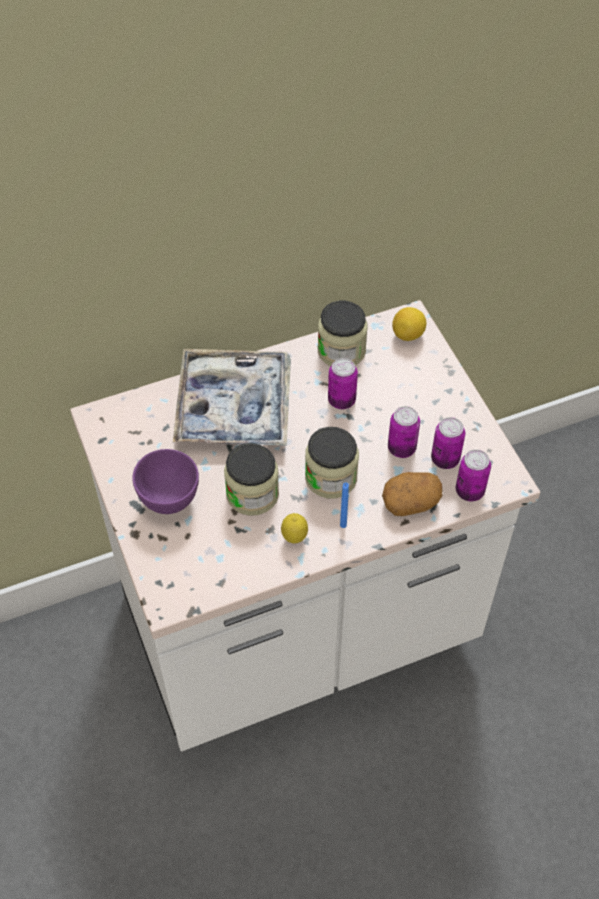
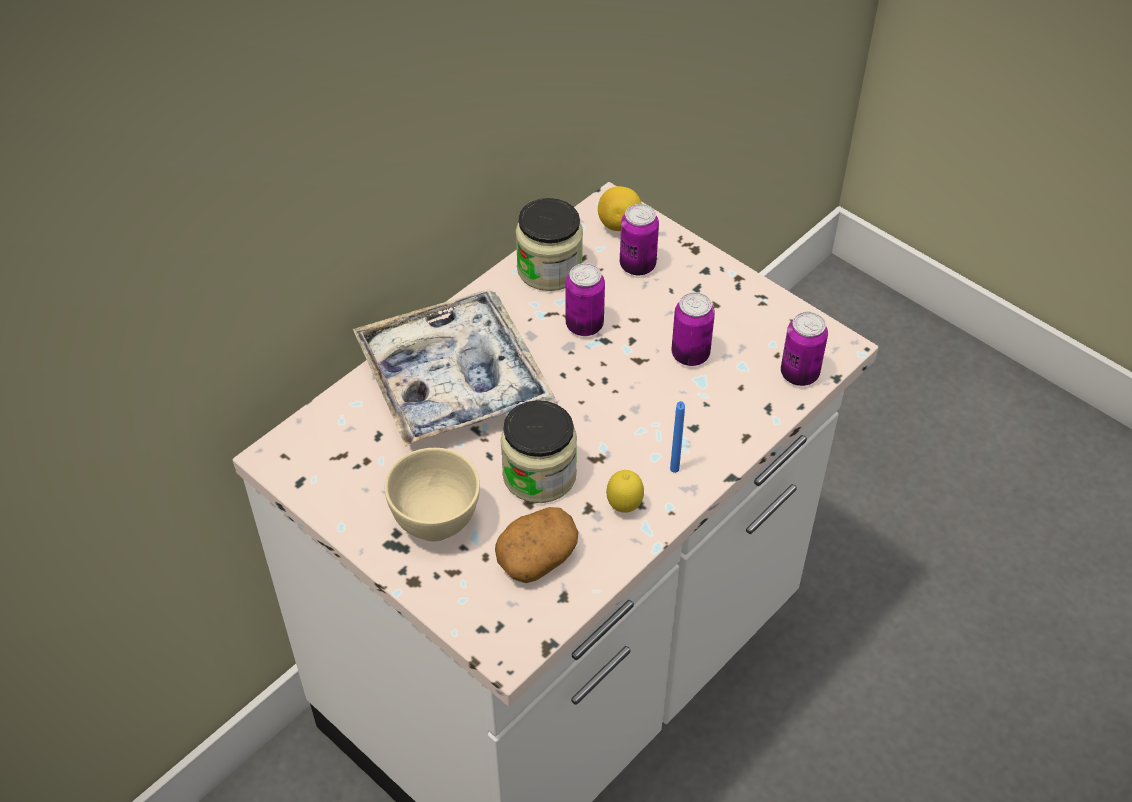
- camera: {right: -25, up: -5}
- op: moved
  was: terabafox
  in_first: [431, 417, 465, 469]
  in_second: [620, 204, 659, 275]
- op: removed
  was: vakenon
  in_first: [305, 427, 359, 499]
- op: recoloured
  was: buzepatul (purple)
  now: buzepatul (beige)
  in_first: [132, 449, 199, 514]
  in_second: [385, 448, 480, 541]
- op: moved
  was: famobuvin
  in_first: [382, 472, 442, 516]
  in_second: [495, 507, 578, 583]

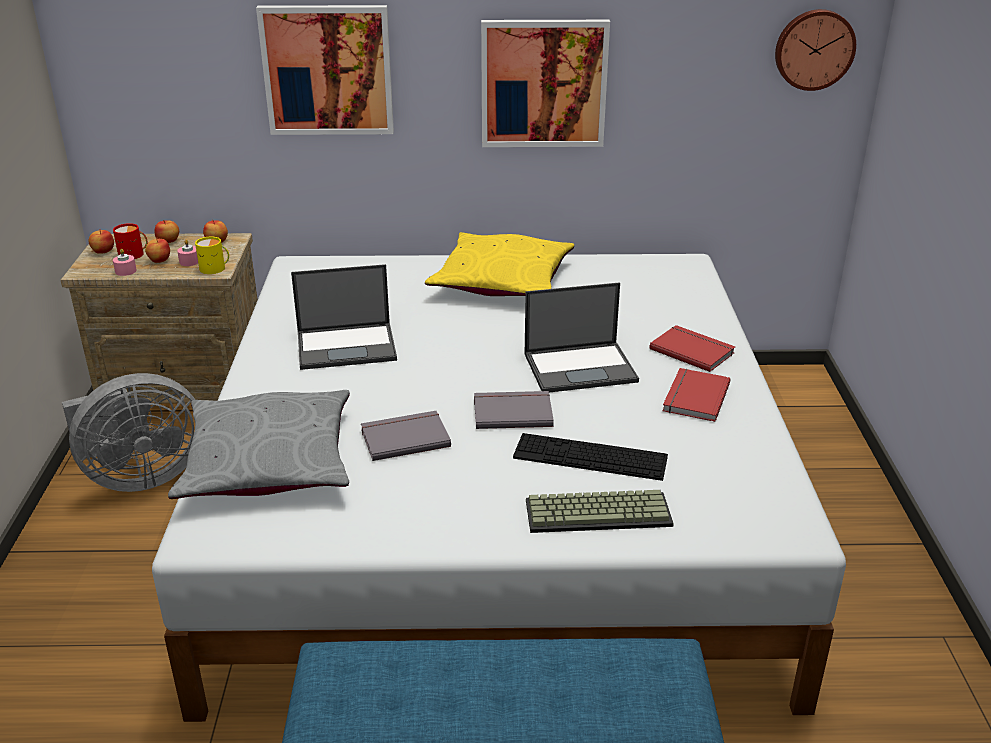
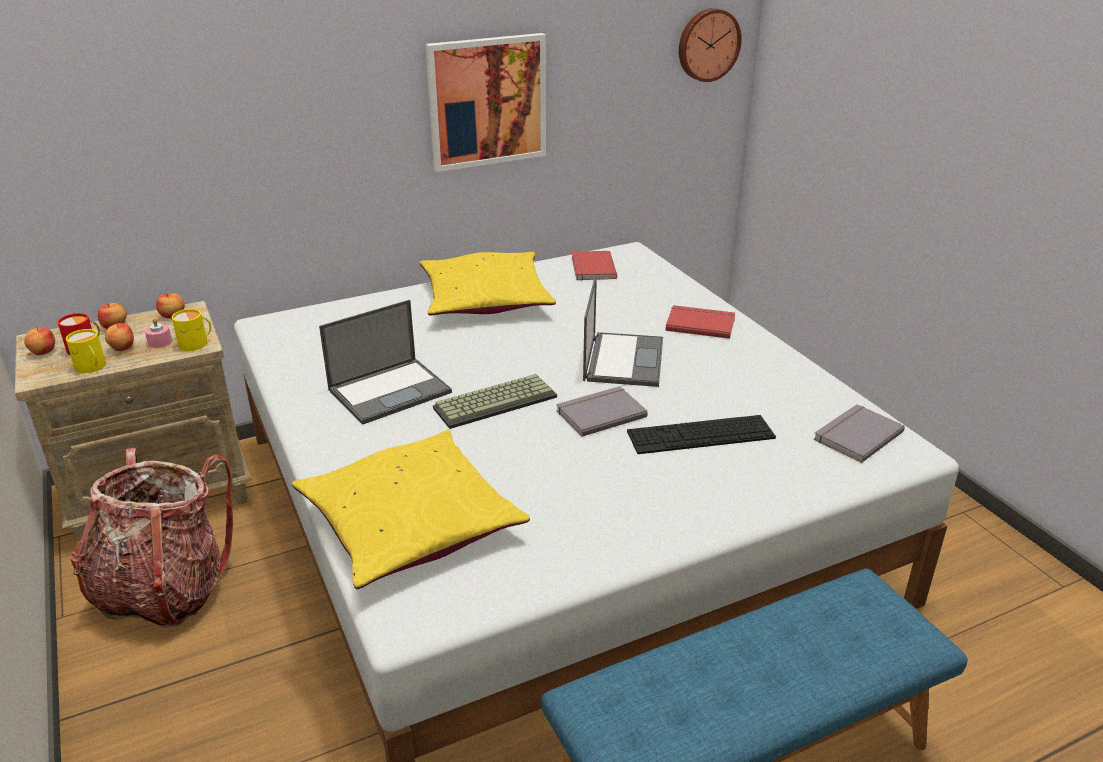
- camera: {right: -25, up: 0}
- op: removed
  was: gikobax
  in_first: [256, 5, 394, 135]
- op: replaced
  was: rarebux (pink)
  now: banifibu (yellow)
  in_first: [113, 249, 137, 276]
  in_second: [66, 329, 106, 373]
- op: turned
  was: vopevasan
  in_first: [525, 282, 639, 393]
  in_second: [583, 276, 663, 387]
  clockwise: -45
- op: moved
  was: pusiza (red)
  in_first: [662, 368, 731, 422]
  in_second: [572, 251, 617, 281]
- op: replaced
  was: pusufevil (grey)
  now: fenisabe
  in_first: [62, 373, 195, 492]
  in_second: [71, 448, 233, 628]
- op: recoloured
  was: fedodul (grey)
  now: fedodul (yellow)
  in_first: [168, 390, 350, 499]
  in_second: [292, 430, 530, 589]
- op: moved
  was: pusiza (grey)
  in_first: [361, 411, 451, 461]
  in_second: [814, 404, 905, 463]
- op: moved
  was: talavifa
  in_first: [526, 490, 674, 533]
  in_second: [433, 374, 557, 429]

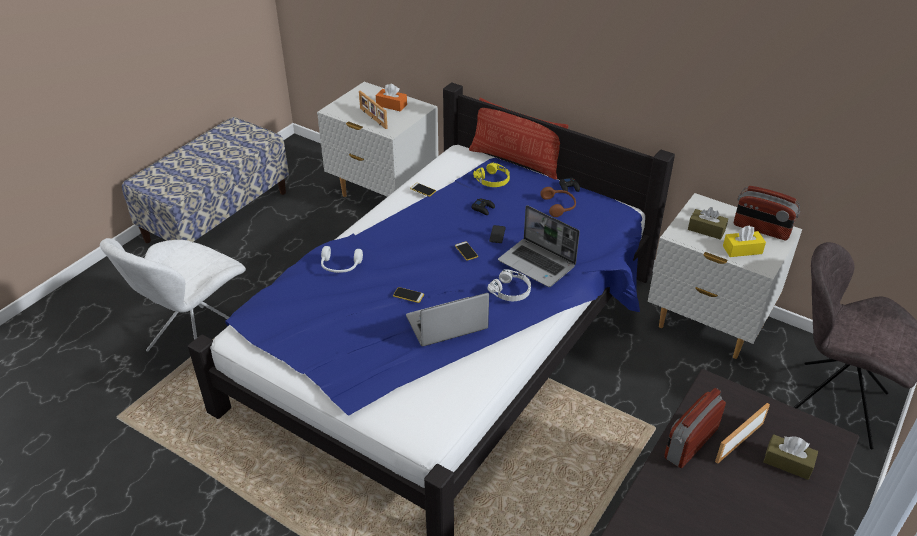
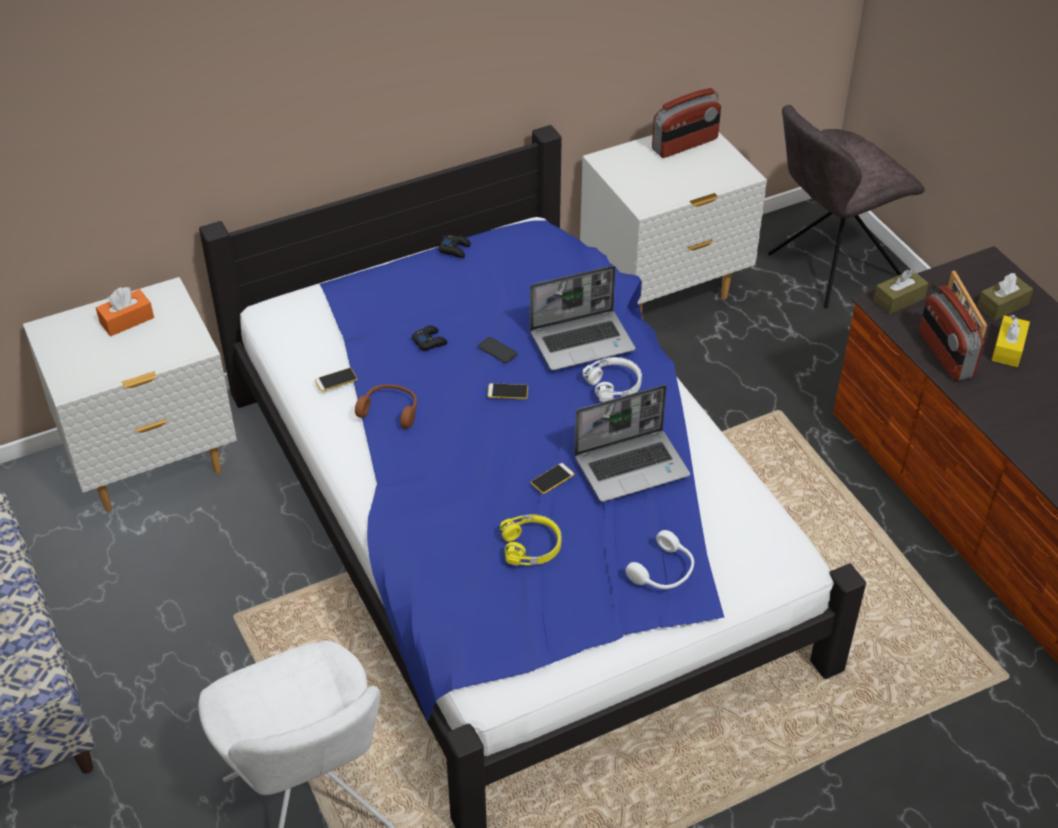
- camera: {right: -60, up: 5}
- op: removed
  was: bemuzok
  in_first: [359, 91, 388, 129]
- op: removed
  was: fedodul
  in_first: [469, 98, 568, 180]
- op: moved
  was: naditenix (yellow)
  in_first: [473, 162, 510, 187]
  in_second: [500, 514, 561, 566]
- op: moved
  was: naditenix (brown)
  in_first: [540, 187, 576, 217]
  in_second: [355, 384, 417, 428]
- op: moved
  was: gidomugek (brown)
  in_first: [688, 207, 728, 240]
  in_second: [873, 269, 929, 314]
- op: moved
  was: gidomugek (yellow)
  in_first: [723, 225, 766, 257]
  in_second: [992, 315, 1030, 367]
- op: moved
  was: naditenix (white)
  in_first: [321, 246, 363, 273]
  in_second: [626, 530, 694, 589]
- op: turned
  was: vopevasan
  in_first: [406, 293, 489, 346]
  in_second: [574, 385, 690, 502]
  clockwise: -120

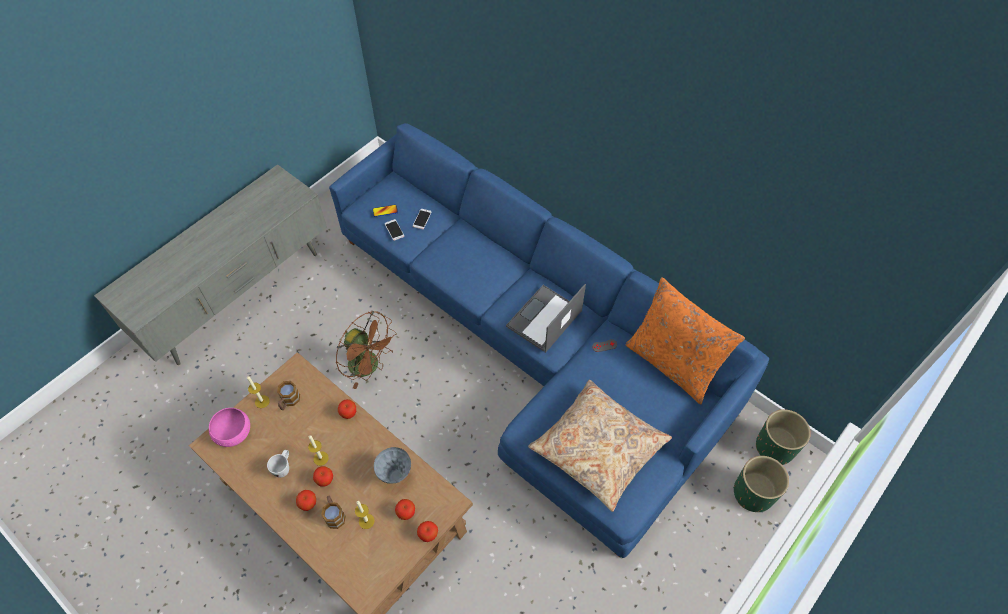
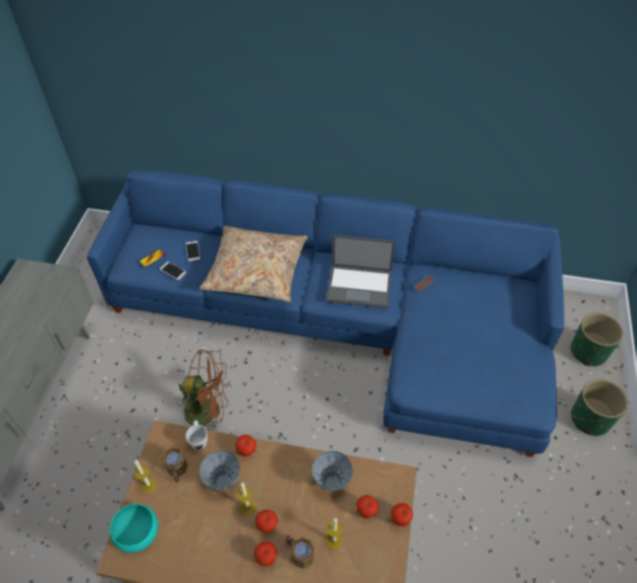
- camera: {right: -30, up: -5}
- op: removed
  was: fedodul (orange)
  in_first: [626, 277, 745, 405]
- op: turned
  was: vopevasan
  in_first: [506, 284, 586, 353]
  in_second: [326, 235, 396, 308]
  clockwise: -90
- op: moved
  was: fedodul (beige)
  in_first: [528, 380, 672, 512]
  in_second: [199, 226, 308, 302]
- op: recoloured
  was: buzepatul (pink)
  now: buzepatul (turquoise)
  in_first: [209, 408, 250, 447]
  in_second: [110, 504, 158, 553]
- op: moved
  was: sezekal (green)
  in_first: [756, 409, 811, 465]
  in_second: [571, 379, 628, 436]
- op: moved
  was: banifibu (white)
  in_first: [267, 450, 289, 478]
  in_second: [186, 420, 208, 450]
- op: added
  now: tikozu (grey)
  in_second: [199, 450, 240, 490]

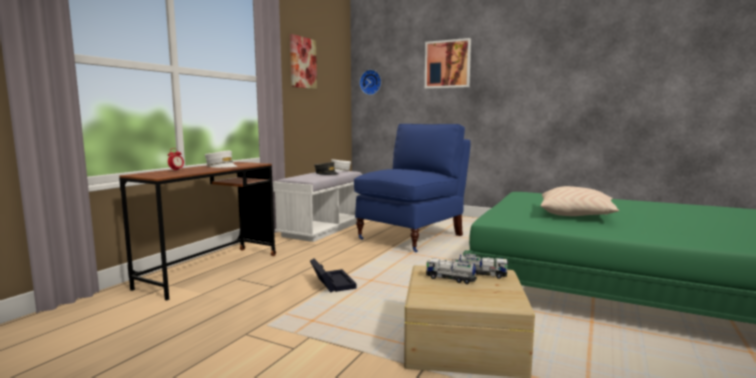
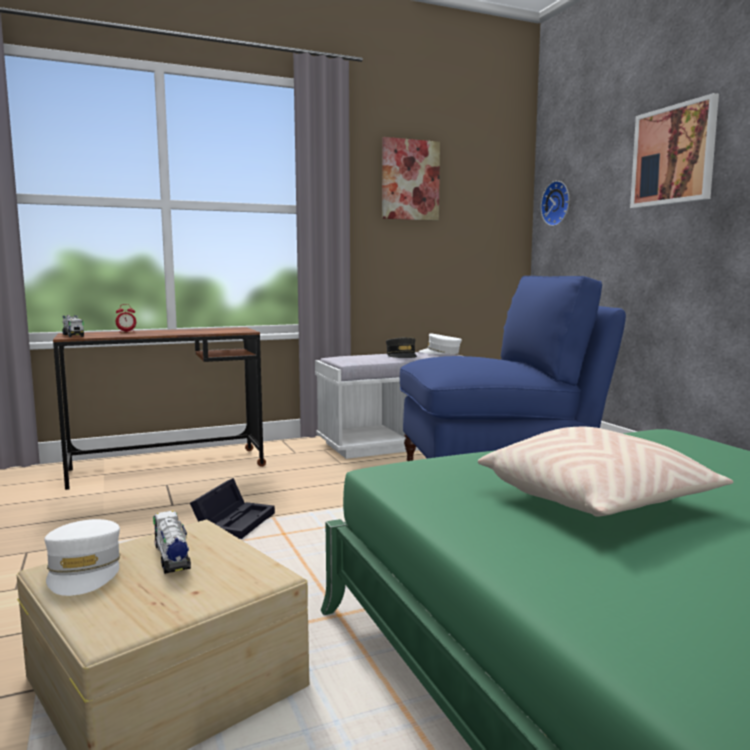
- camera: {right: 40, up: 0}
- op: moved
  was: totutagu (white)
  in_first: [205, 151, 237, 168]
  in_second: [44, 519, 121, 596]
- op: moved
  was: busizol
  in_first: [459, 253, 508, 279]
  in_second: [62, 315, 84, 337]

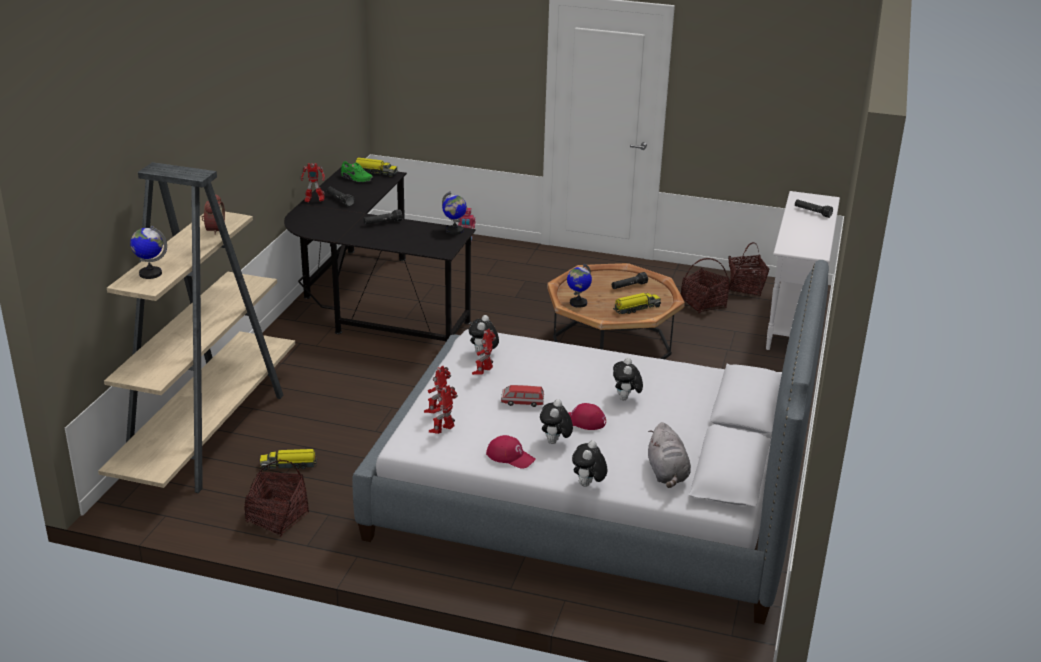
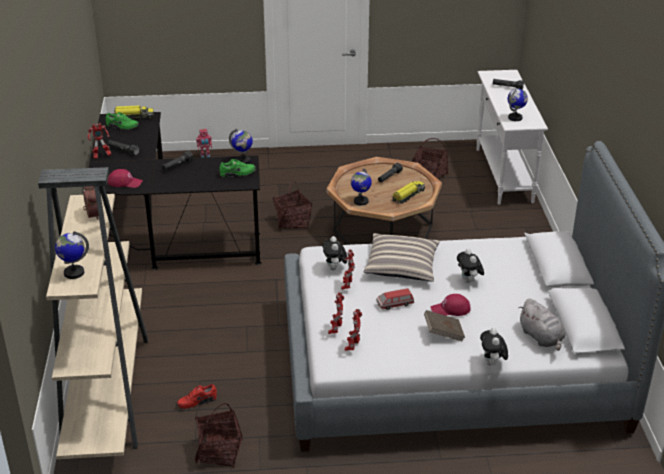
- camera: {right: -20, up: 5}
- op: moved
  was: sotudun
  in_first: [728, 242, 769, 296]
  in_second: [273, 182, 312, 231]
- op: replaced
  was: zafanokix
  now: pusiza (brown)
  in_first: [540, 399, 573, 444]
  in_second: [424, 310, 465, 342]
- op: moved
  was: totutagu (red)
  in_first: [486, 435, 536, 469]
  in_second: [108, 169, 143, 188]
- op: replaced
  was: busizol
  now: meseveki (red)
  in_first: [260, 449, 318, 471]
  in_second: [176, 384, 217, 409]
- op: added
  now: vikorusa
  in_second: [508, 89, 528, 121]
- op: added
  now: meseveki (green)
  in_second: [219, 159, 256, 178]
- op: added
  now: fedodul
  in_second: [364, 233, 440, 282]

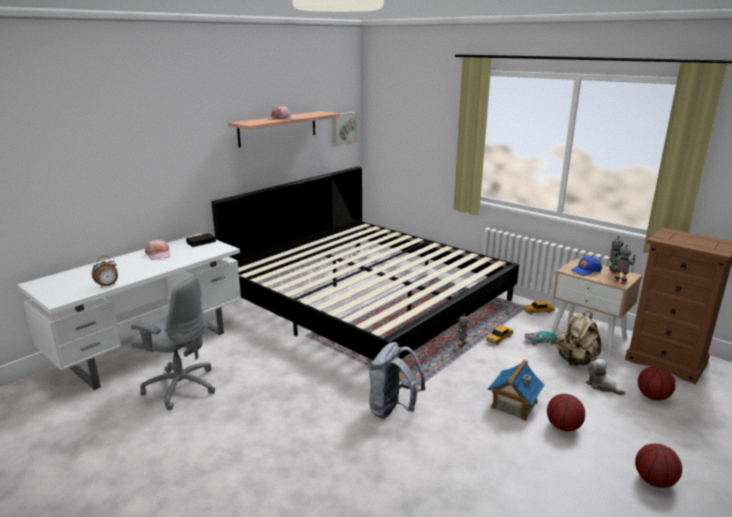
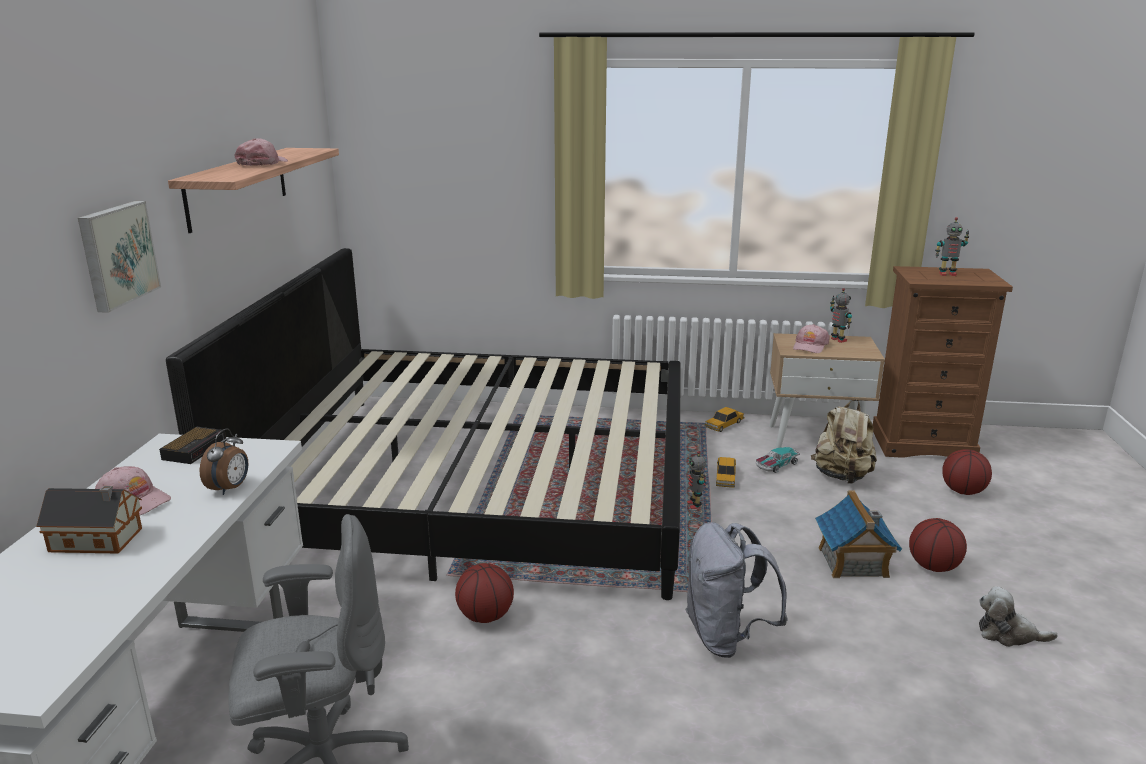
- camera: {right: -35, up: 0}
- op: moved
  was: gikobax
  in_first: [332, 112, 357, 147]
  in_second: [78, 201, 161, 313]
- op: moved
  was: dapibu
  in_first: [612, 244, 636, 284]
  in_second: [935, 217, 969, 276]
- op: moved
  was: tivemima
  in_first: [92, 256, 118, 288]
  in_second: [199, 428, 248, 495]
- op: recoloured
  was: totutagu (blue)
  now: totutagu (pink)
  in_first: [571, 256, 602, 276]
  in_second: [793, 324, 830, 353]
- op: moved
  was: zafanokix
  in_first: [586, 359, 625, 395]
  in_second: [979, 586, 1058, 647]
- op: moved
  was: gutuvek
  in_first: [635, 444, 682, 488]
  in_second: [455, 563, 514, 623]
- op: added
  now: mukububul
  in_second: [36, 486, 142, 553]

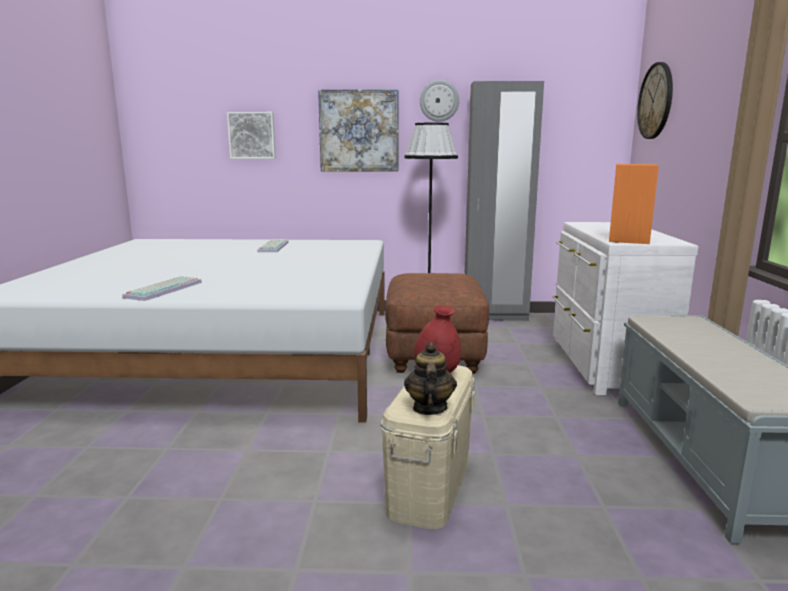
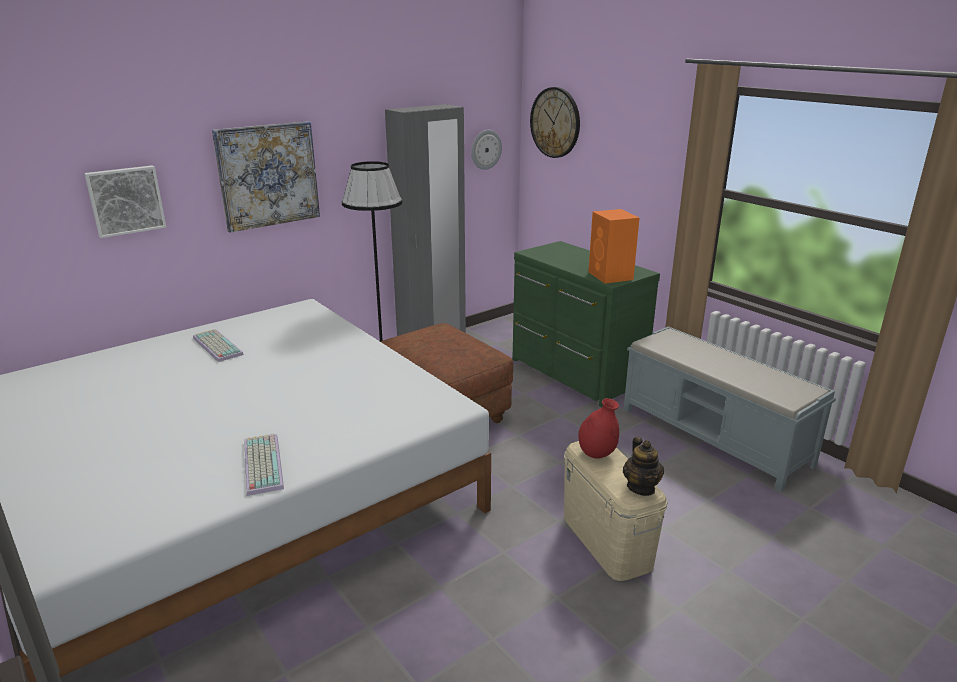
- camera: {right: -40, up: 10}
- op: moved
  was: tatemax
  in_first: [420, 80, 459, 122]
  in_second: [471, 130, 502, 170]
- op: recoloured
  was: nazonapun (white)
  now: nazonapun (green)
  in_first: [553, 222, 698, 395]
  in_second: [512, 241, 660, 407]
- op: turned
  was: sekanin
  in_first: [404, 342, 457, 415]
  in_second: [623, 437, 664, 496]
  clockwise: -150

